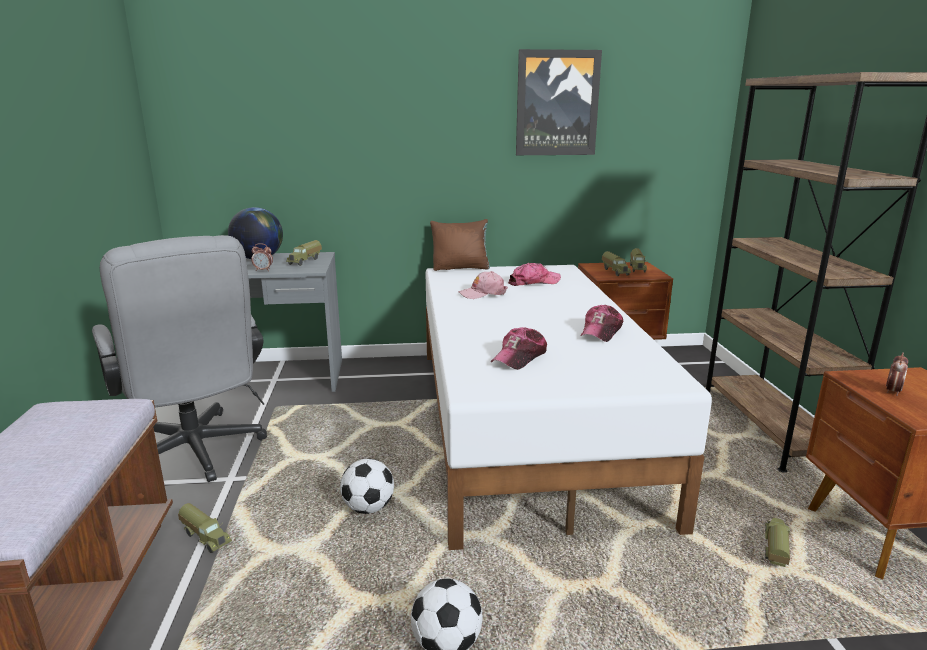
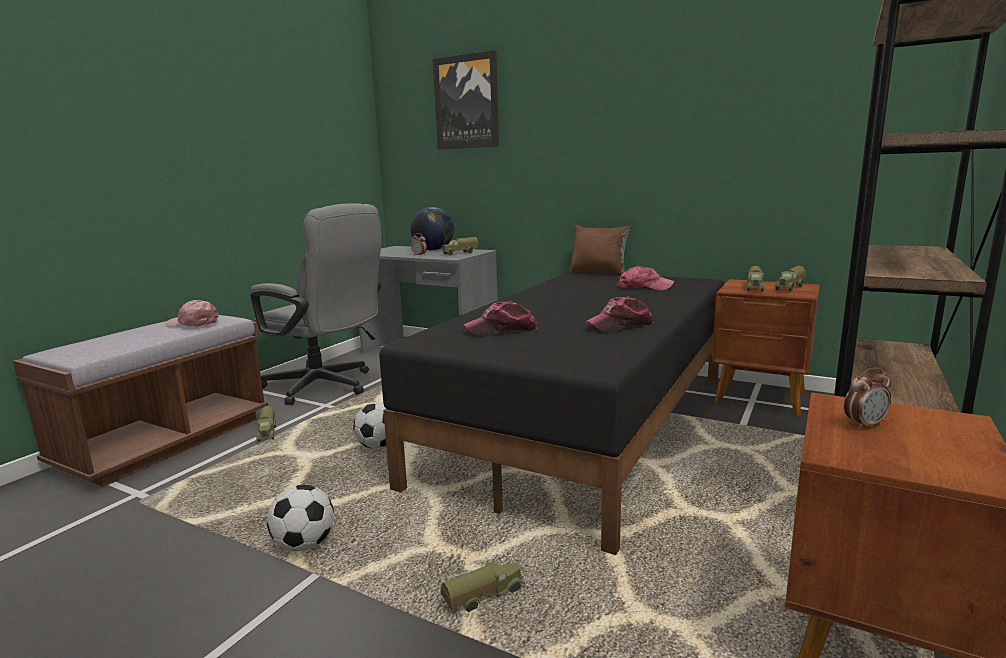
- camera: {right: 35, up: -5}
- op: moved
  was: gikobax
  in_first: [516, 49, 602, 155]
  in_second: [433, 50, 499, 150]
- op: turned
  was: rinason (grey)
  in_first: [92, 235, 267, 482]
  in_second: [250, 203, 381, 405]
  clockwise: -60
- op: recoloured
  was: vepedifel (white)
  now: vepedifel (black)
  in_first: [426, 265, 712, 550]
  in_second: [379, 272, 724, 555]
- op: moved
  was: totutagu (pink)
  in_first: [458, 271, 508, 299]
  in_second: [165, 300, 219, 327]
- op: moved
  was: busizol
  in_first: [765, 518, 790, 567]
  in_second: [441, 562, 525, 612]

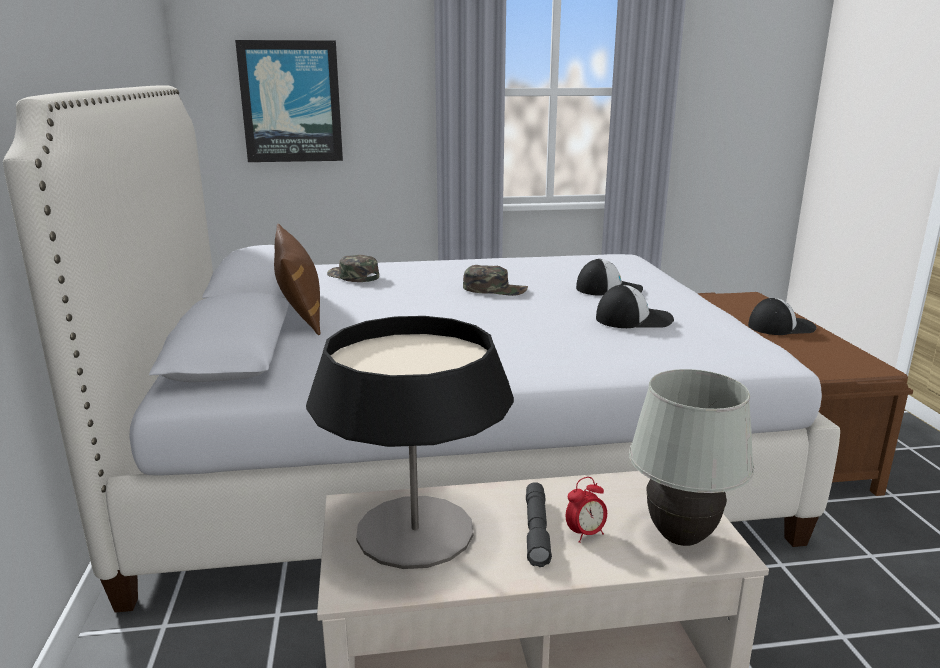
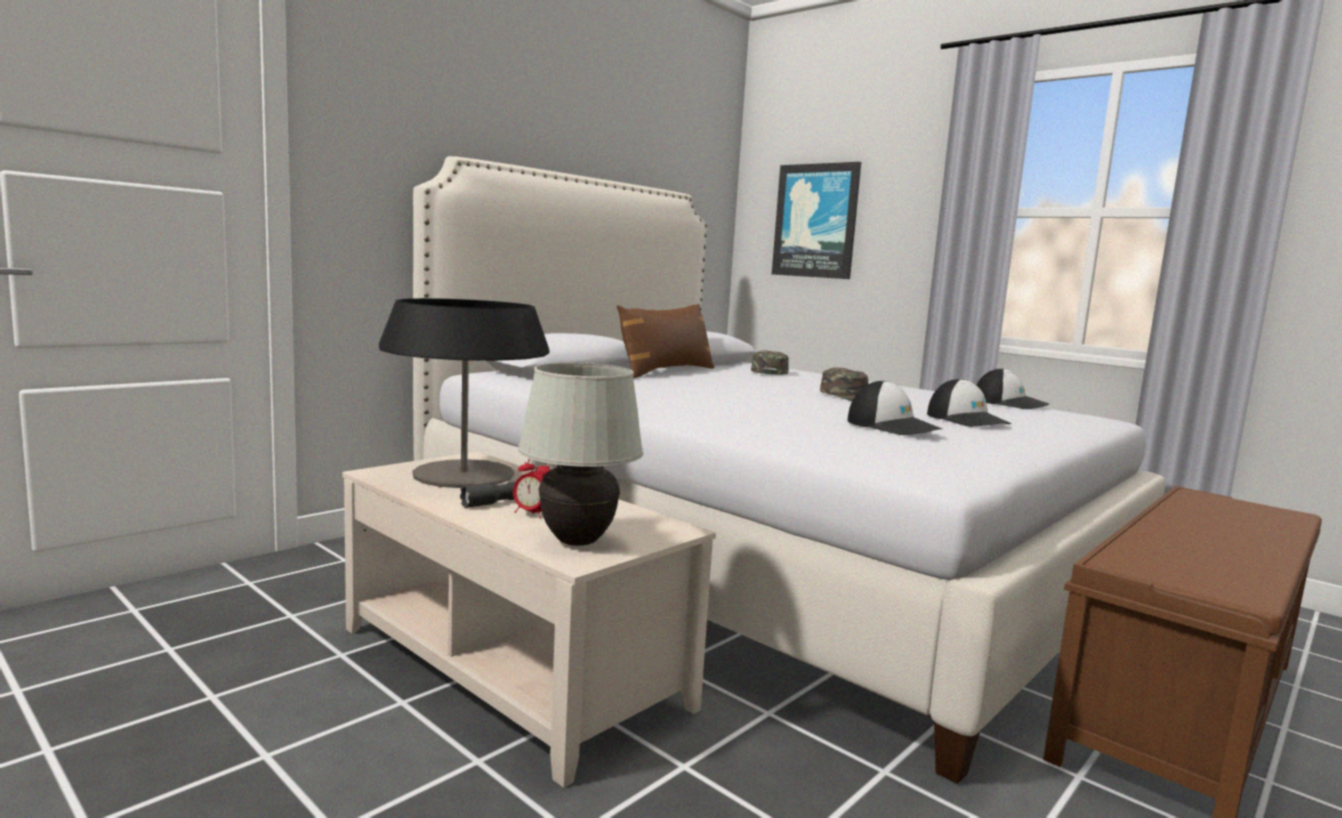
- camera: {right: 50, up: -10}
- op: moved
  was: totutagu
  in_first: [748, 298, 816, 335]
  in_second: [976, 368, 1049, 409]

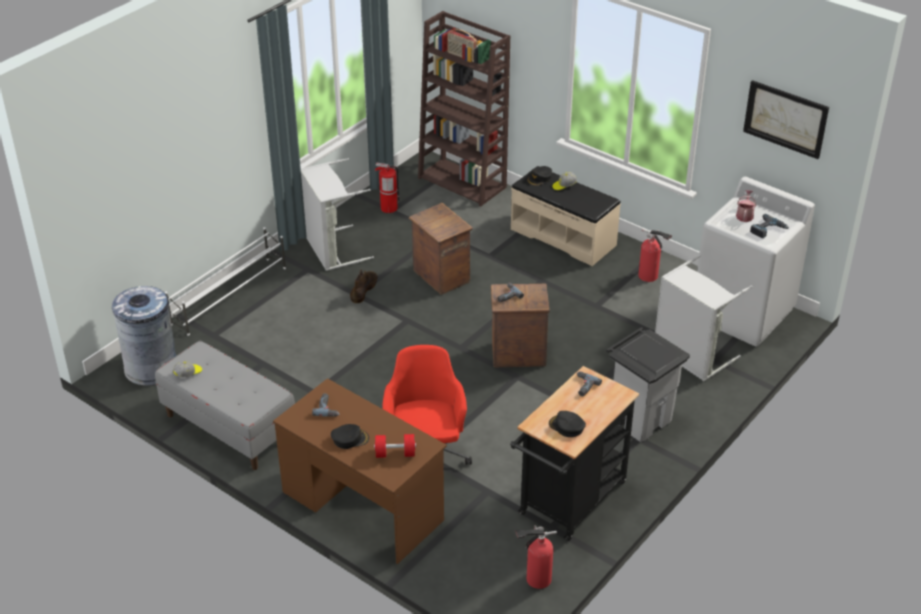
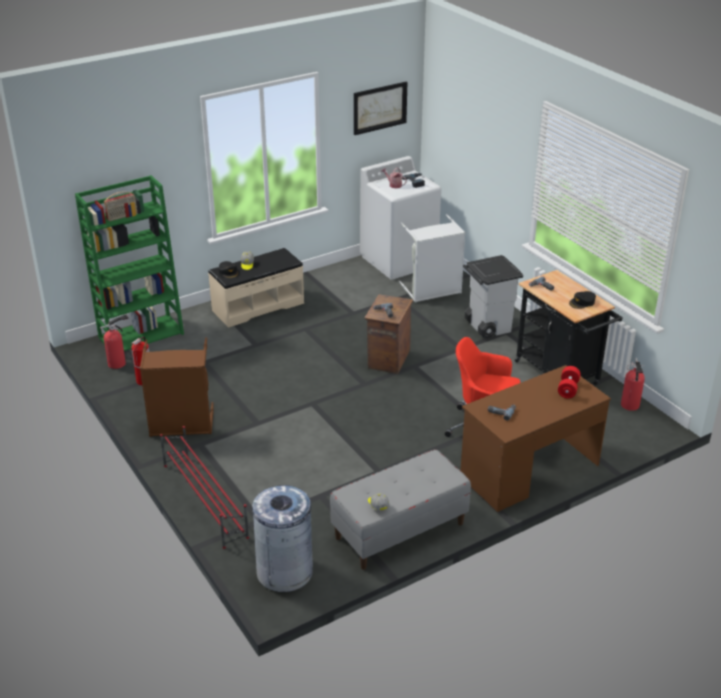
- camera: {right: -70, up: -5}
- op: recoloured
  was: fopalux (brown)
  now: fopalux (green)
  in_first: [418, 11, 510, 206]
  in_second: [75, 175, 184, 351]
- op: recoloured
  was: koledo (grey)
  now: koledo (brown)
  in_first: [301, 158, 374, 271]
  in_second: [140, 337, 214, 437]
- op: removed
  was: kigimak
  in_first: [409, 203, 473, 295]
- op: recoloured
  was: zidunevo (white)
  now: zidunevo (red)
  in_first: [165, 227, 286, 336]
  in_second: [160, 426, 249, 549]
- op: moved
  was: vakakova
  in_first: [638, 229, 672, 282]
  in_second: [100, 315, 128, 369]
- op: removed
  was: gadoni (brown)
  in_first: [350, 269, 378, 303]
- op: removed
  was: totutagu (black)
  in_first: [331, 424, 369, 449]

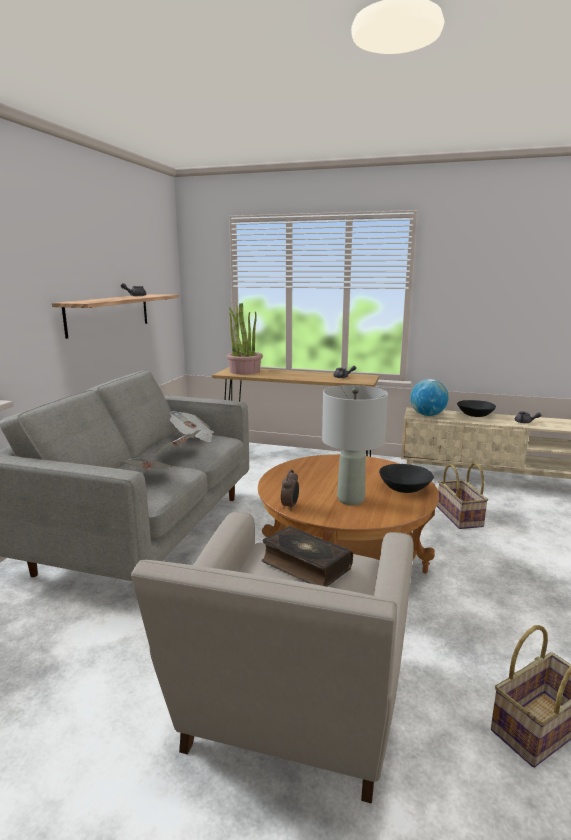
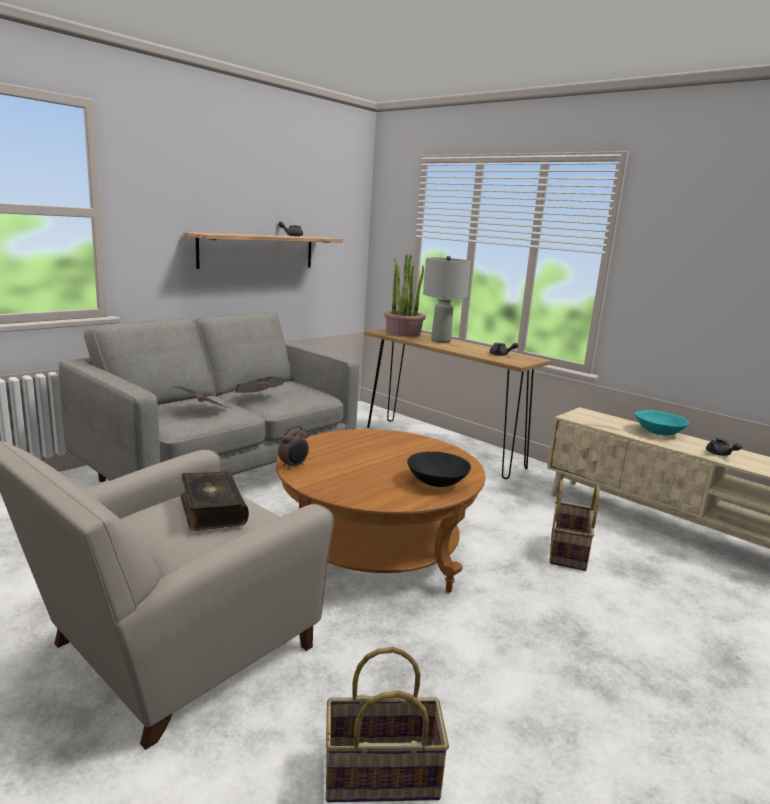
- camera: {right: 25, up: 0}
- op: removed
  was: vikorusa
  in_first: [410, 379, 449, 416]
- op: moved
  was: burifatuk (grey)
  in_first: [322, 385, 388, 505]
  in_second: [423, 256, 471, 343]
- op: recoloured
  was: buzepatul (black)
  now: buzepatul (turquoise)
  in_first: [457, 400, 496, 417]
  in_second: [635, 410, 689, 436]
- op: removed
  was: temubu
  in_first: [170, 411, 214, 442]

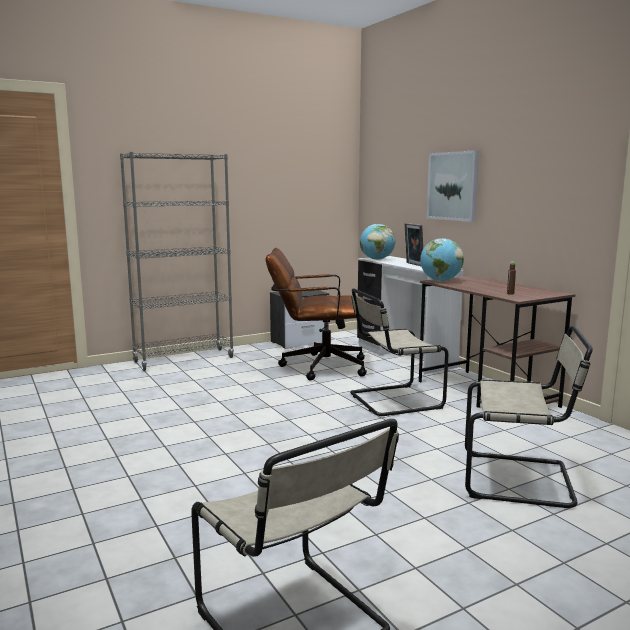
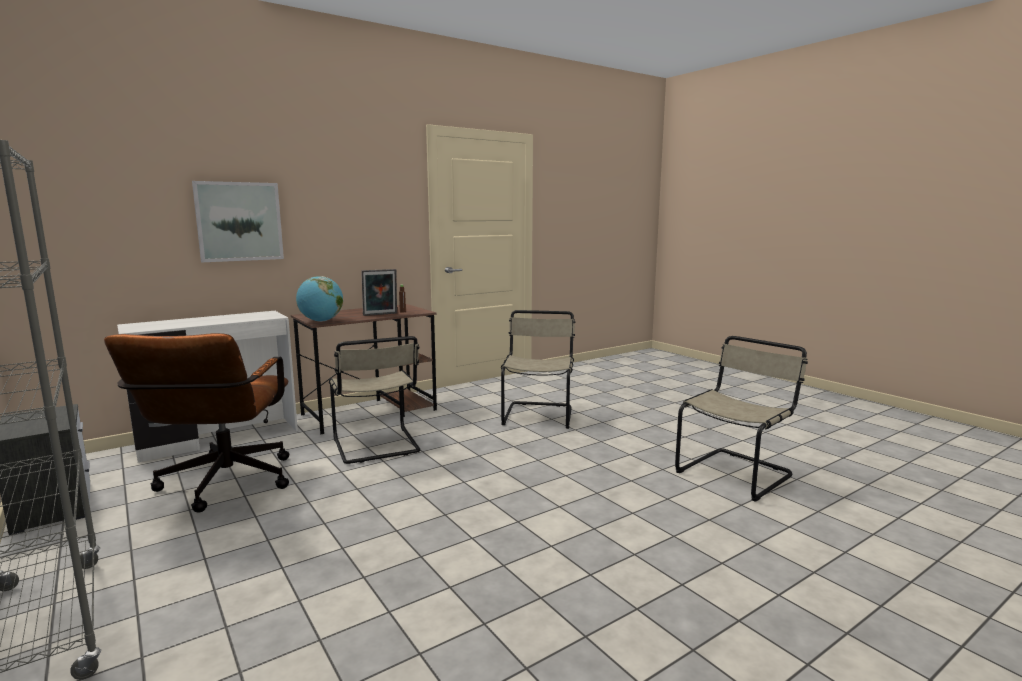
- camera: {right: -95, up: 0}
- op: moved
  was: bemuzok
  in_first: [405, 223, 423, 266]
  in_second: [361, 269, 397, 316]
- op: removed
  was: vikorusa
  in_first: [360, 224, 395, 260]

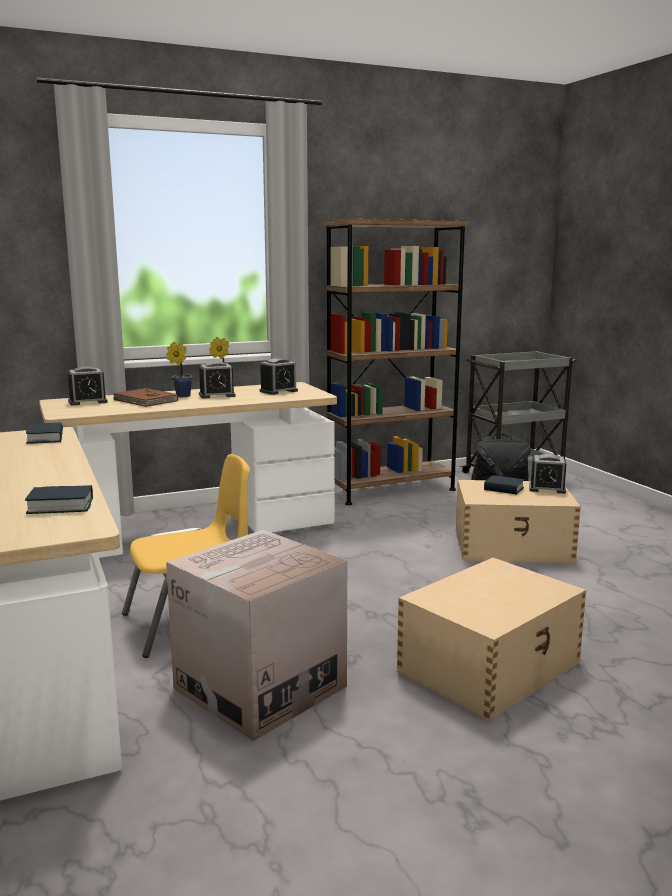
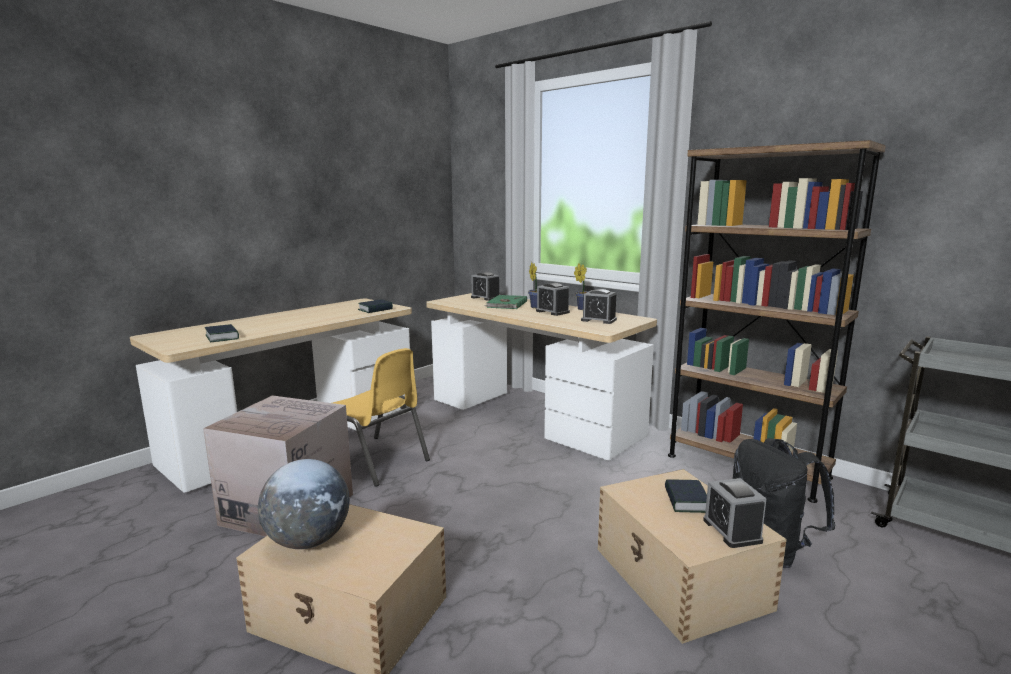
- camera: {right: 65, up: 0}
- op: recoloured
  was: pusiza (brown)
  now: pusiza (green)
  in_first: [113, 388, 178, 407]
  in_second: [485, 295, 527, 309]
- op: added
  now: vikorusa
  in_second: [258, 459, 350, 549]

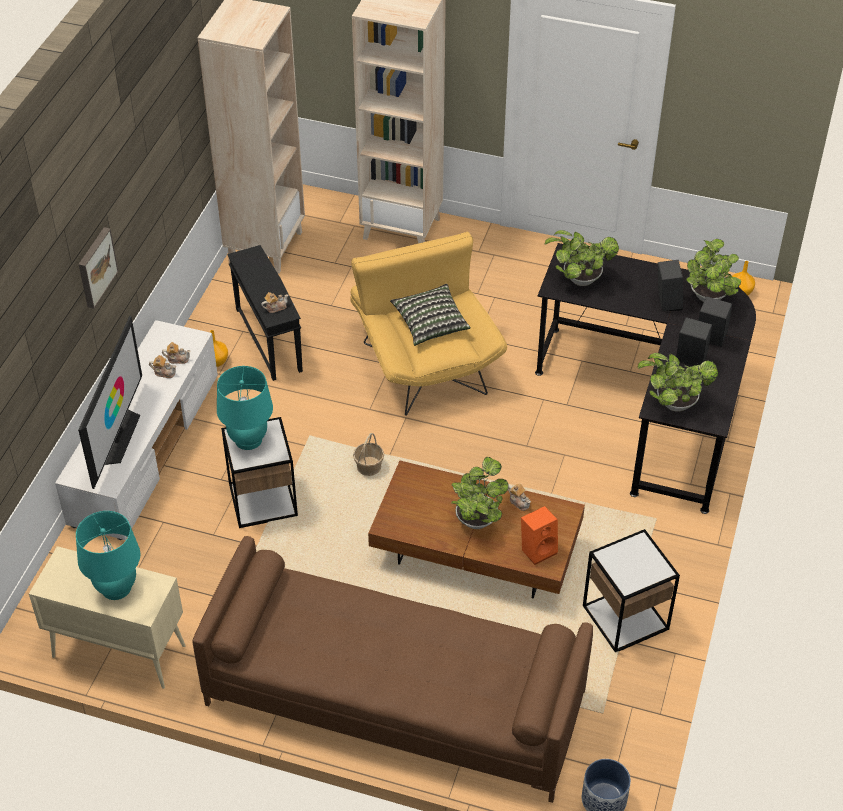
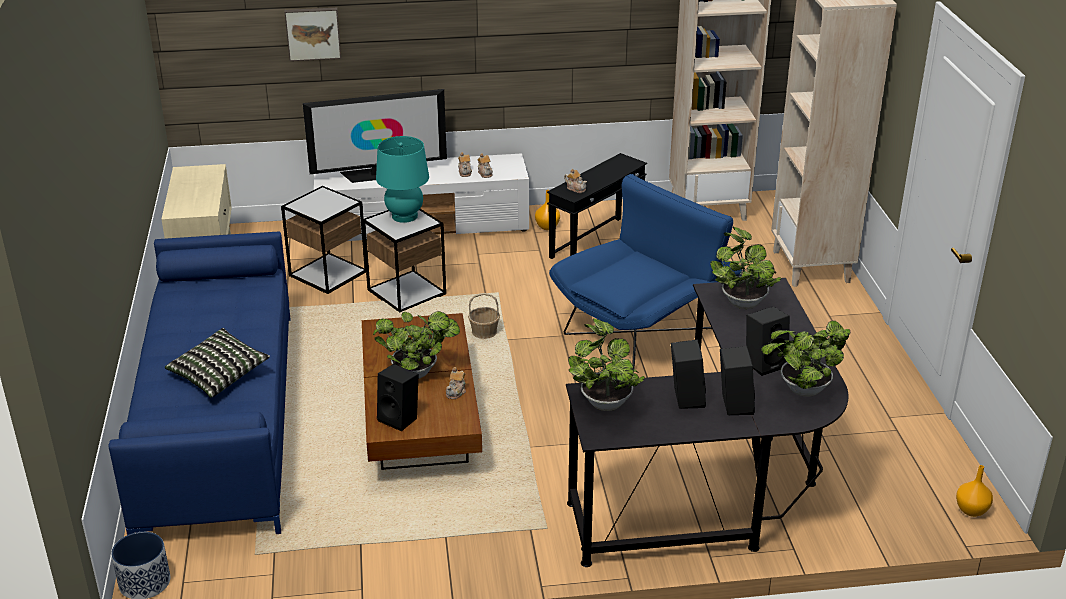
- camera: {right: 65, up: -15}
- op: moved
  was: gikobax
  in_first: [79, 227, 119, 309]
  in_second: [284, 8, 341, 61]
- op: recoloured
  was: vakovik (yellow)
  now: vakovik (blue)
  in_first: [350, 232, 507, 416]
  in_second: [549, 174, 742, 368]
- op: moved
  was: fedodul
  in_first: [390, 284, 471, 346]
  in_second: [165, 328, 270, 398]
- op: recoloured
  was: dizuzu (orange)
  now: dizuzu (black)
  in_first: [521, 506, 558, 565]
  in_second: [377, 364, 419, 431]
- op: removed
  was: burifatuk (turquoise)
  in_first: [76, 511, 140, 600]
- op: moved
  was: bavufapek
  in_first: [583, 529, 680, 652]
  in_second: [281, 186, 366, 294]
- op: recoloured
  was: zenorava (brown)
  now: zenorava (blue)
  in_first: [193, 536, 593, 803]
  in_second: [108, 232, 291, 535]

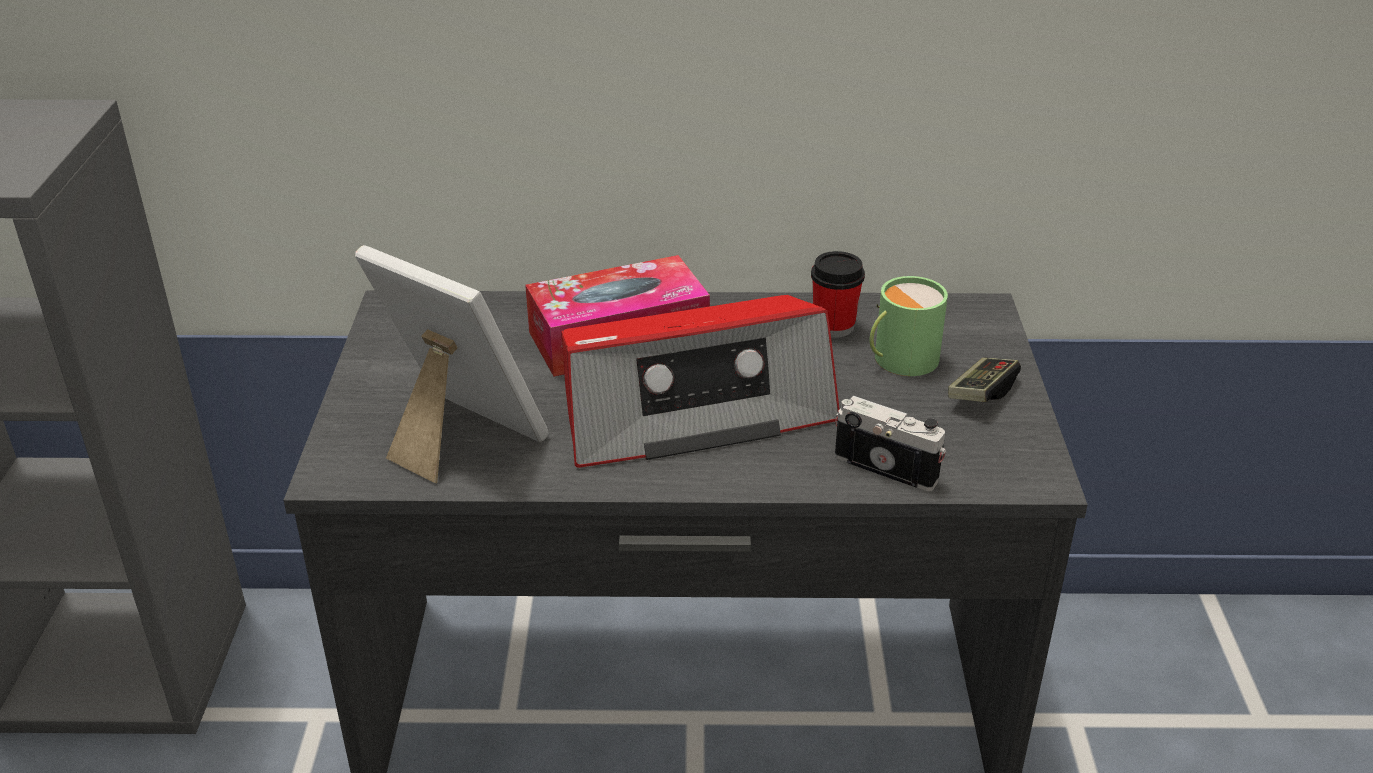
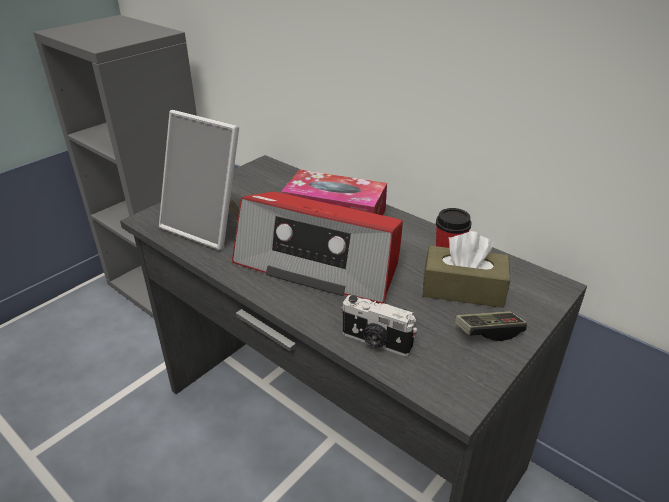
- camera: {right: 40, up: 0}
- op: turned
  was: bemuzok
  in_first: [355, 245, 549, 483]
  in_second: [159, 110, 239, 250]
  clockwise: 135
- op: replaced
  was: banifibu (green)
  now: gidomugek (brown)
  in_first: [870, 276, 948, 376]
  in_second: [422, 231, 510, 308]
- op: turned
  was: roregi
  in_first: [835, 396, 946, 491]
  in_second: [342, 295, 417, 356]
  clockwise: 135

